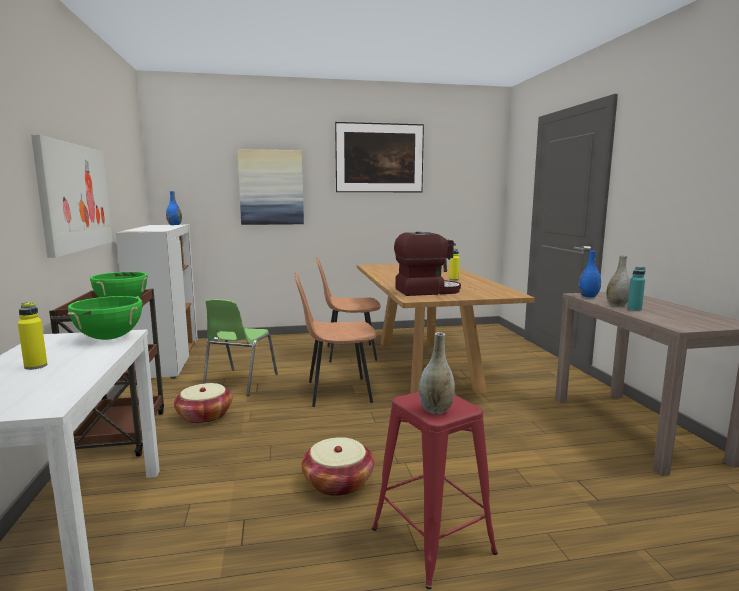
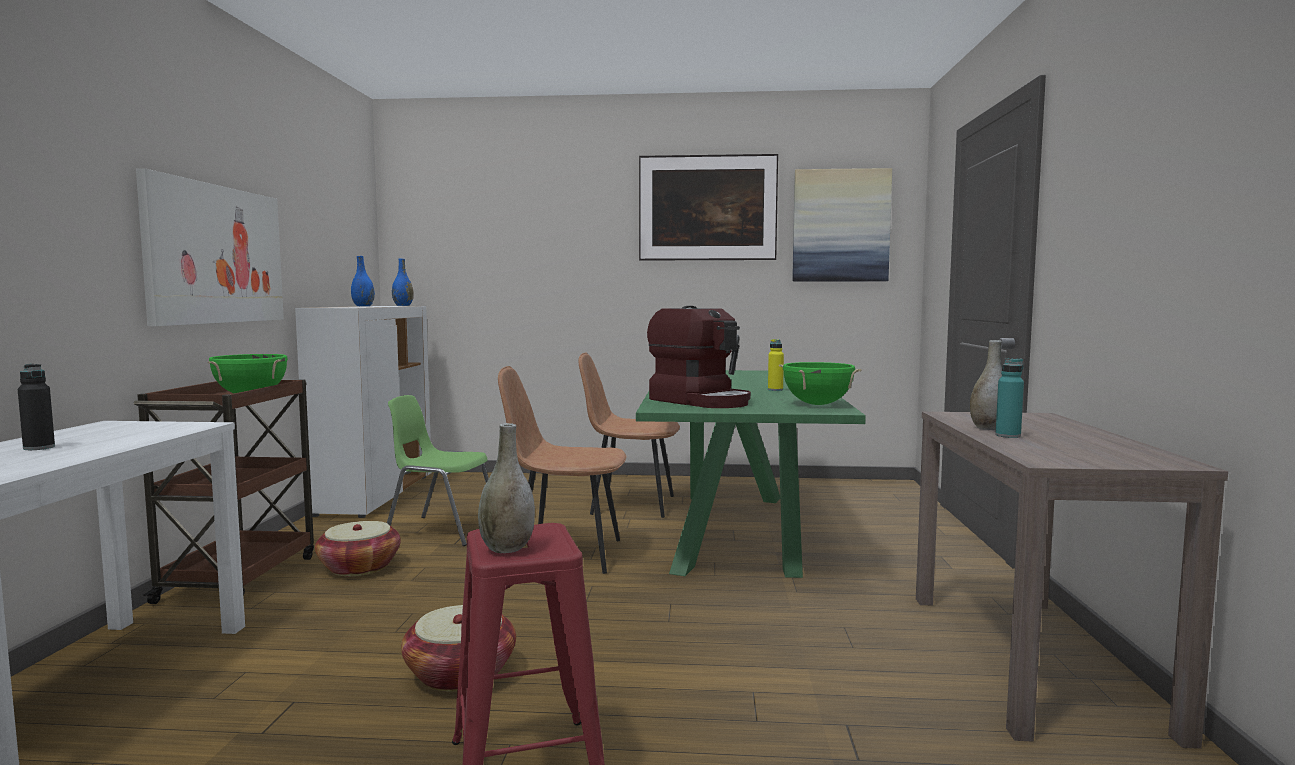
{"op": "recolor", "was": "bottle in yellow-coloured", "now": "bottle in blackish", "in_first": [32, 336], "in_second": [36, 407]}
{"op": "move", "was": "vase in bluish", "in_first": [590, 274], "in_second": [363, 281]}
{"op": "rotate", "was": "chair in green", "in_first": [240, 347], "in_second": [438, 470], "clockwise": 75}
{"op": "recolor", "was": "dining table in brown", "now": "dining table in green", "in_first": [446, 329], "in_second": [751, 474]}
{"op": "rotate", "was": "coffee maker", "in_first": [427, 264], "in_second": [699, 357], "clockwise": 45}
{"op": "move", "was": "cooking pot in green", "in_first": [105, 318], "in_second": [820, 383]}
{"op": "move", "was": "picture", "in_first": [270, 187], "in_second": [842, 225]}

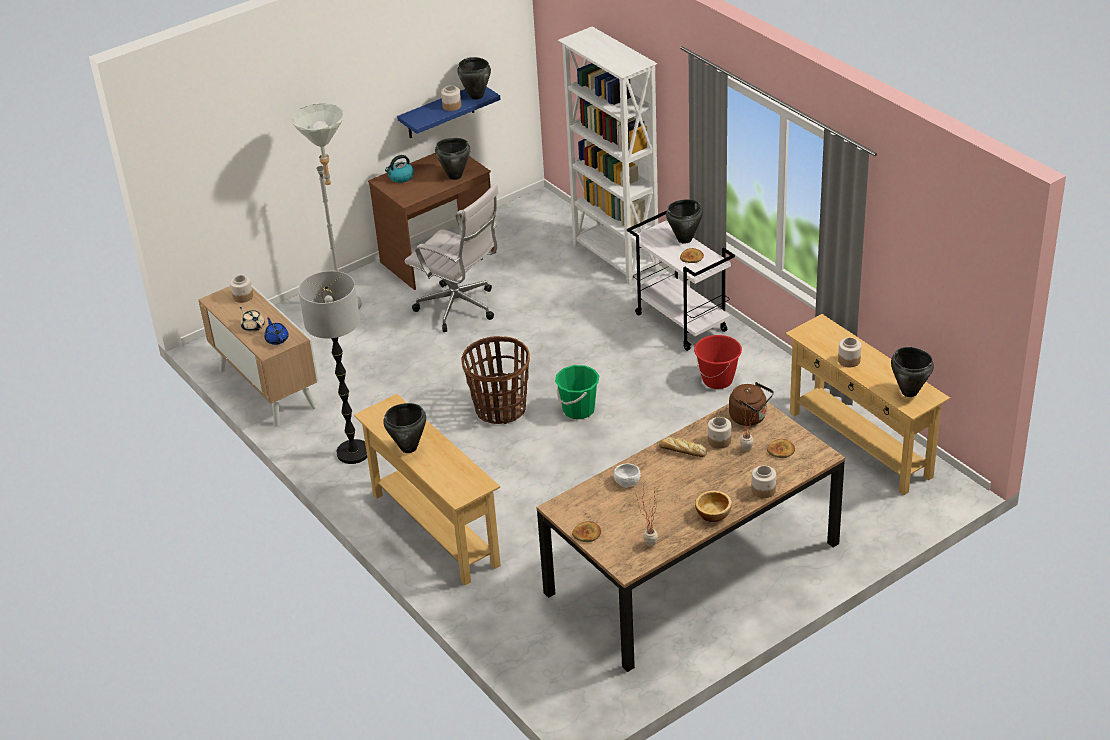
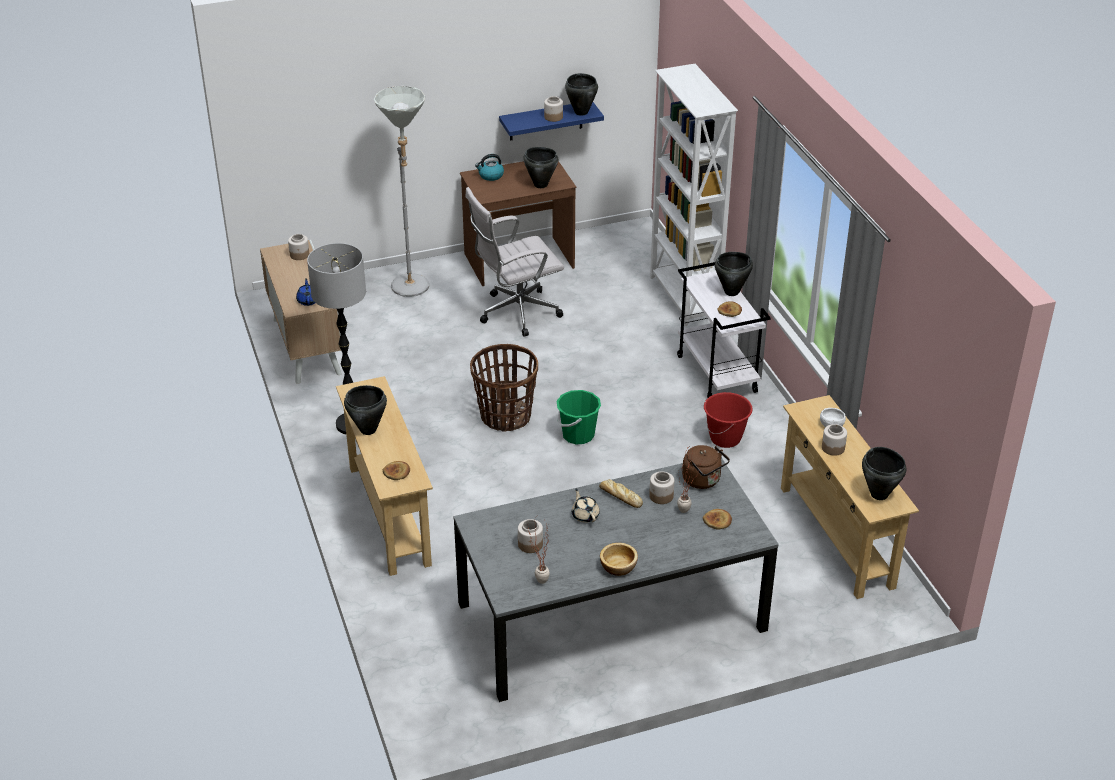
{"op": "move", "was": "bakery bread", "in_first": [586, 531], "in_second": [396, 470]}
{"op": "recolor", "was": "dining table in brown", "now": "dining table in greyish", "in_first": [690, 537], "in_second": [616, 580]}
{"op": "rotate", "was": "computer chair in white", "in_first": [451, 257], "in_second": [514, 261], "clockwise": 105}
{"op": "move", "was": "storage jar", "in_first": [763, 481], "in_second": [530, 536]}
{"op": "move", "was": "teapot in sand-coloured", "in_first": [252, 319], "in_second": [586, 506]}
{"op": "move", "was": "bowl in white", "in_first": [627, 475], "in_second": [833, 417]}

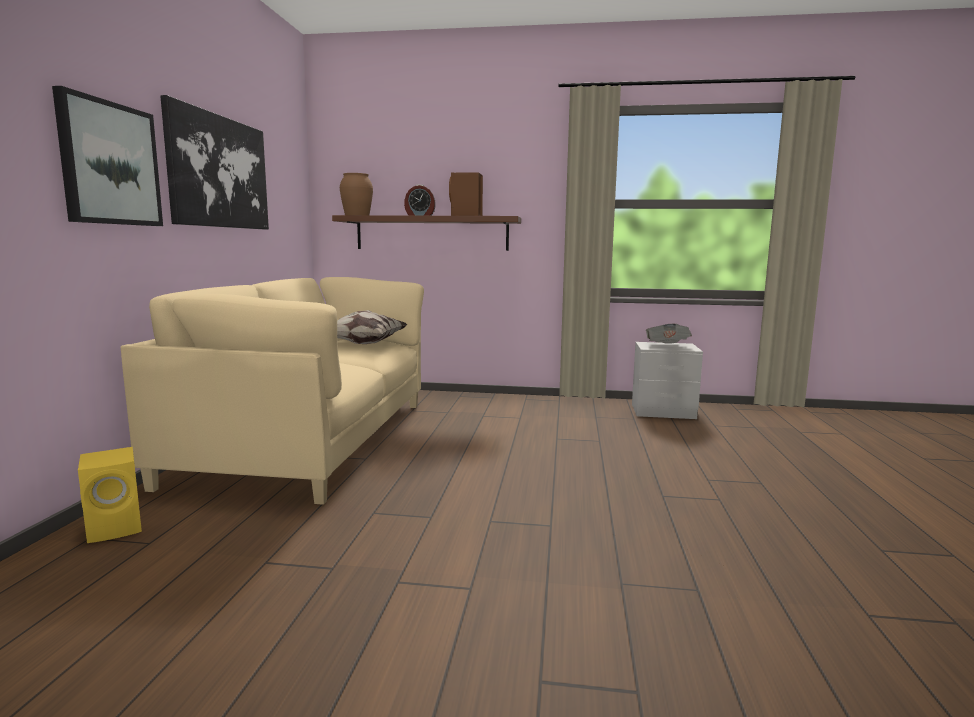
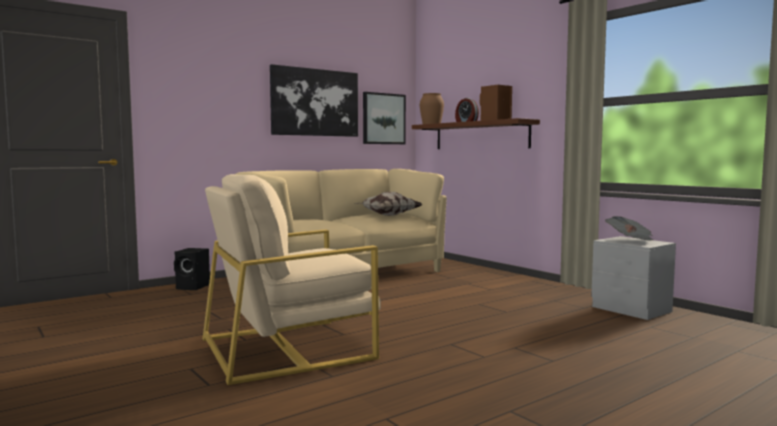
{"op": "recolor", "was": "speaker in yellow-coloured", "now": "speaker in blackish", "in_first": [110, 495], "in_second": [192, 269]}
{"op": "insert", "now": "armchair in sand-coloured", "in_second": [291, 279]}
{"op": "move", "was": "picture", "in_first": [107, 156], "in_second": [384, 118]}

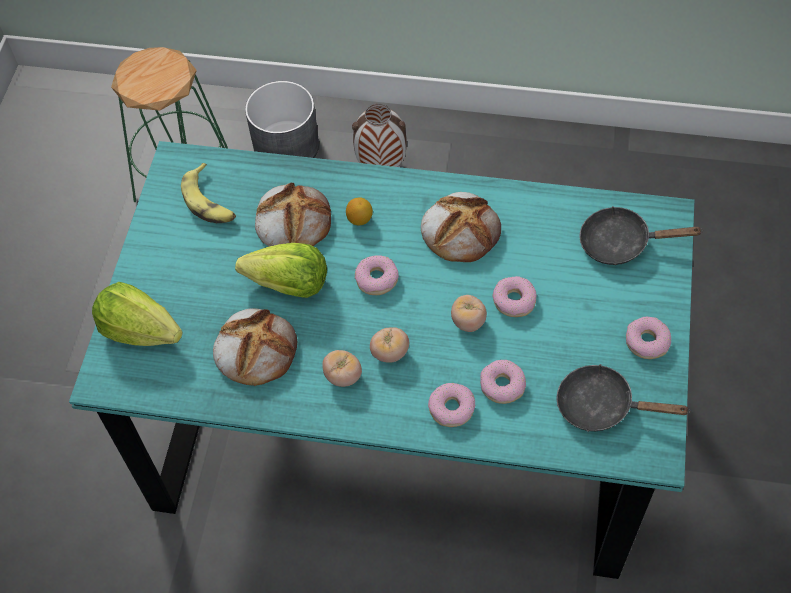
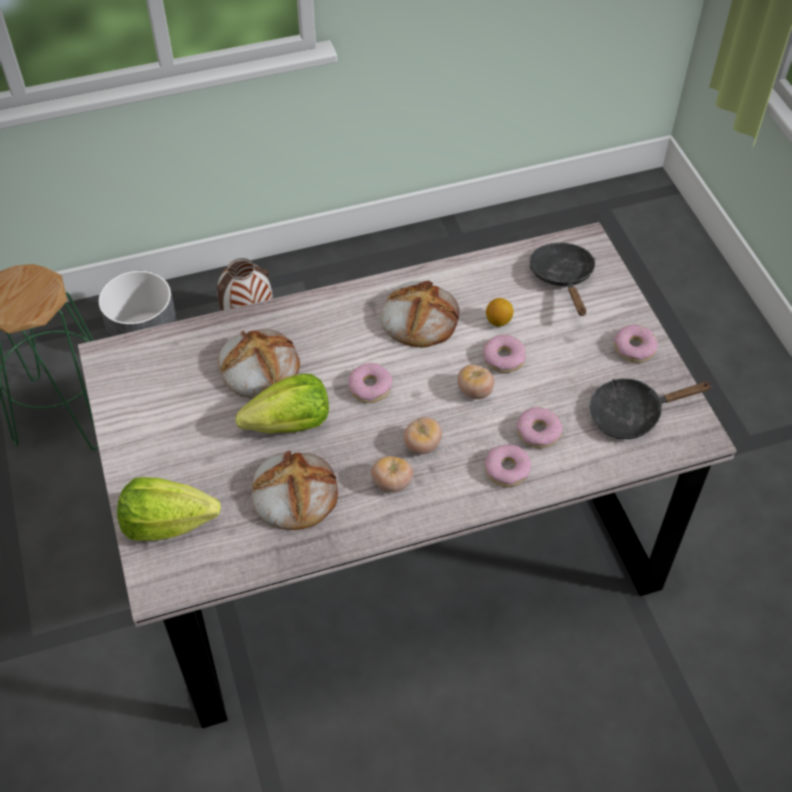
{"op": "recolor", "was": "dining table in blue-green", "now": "dining table in greyish", "in_first": [382, 360], "in_second": [407, 475]}
{"op": "move", "was": "whole lemon", "in_first": [359, 211], "in_second": [499, 312]}
{"op": "rotate", "was": "frying pan in blackish", "in_first": [641, 235], "in_second": [562, 279], "clockwise": 105}
{"op": "delete", "was": "banana fruit", "in_first": [208, 193]}

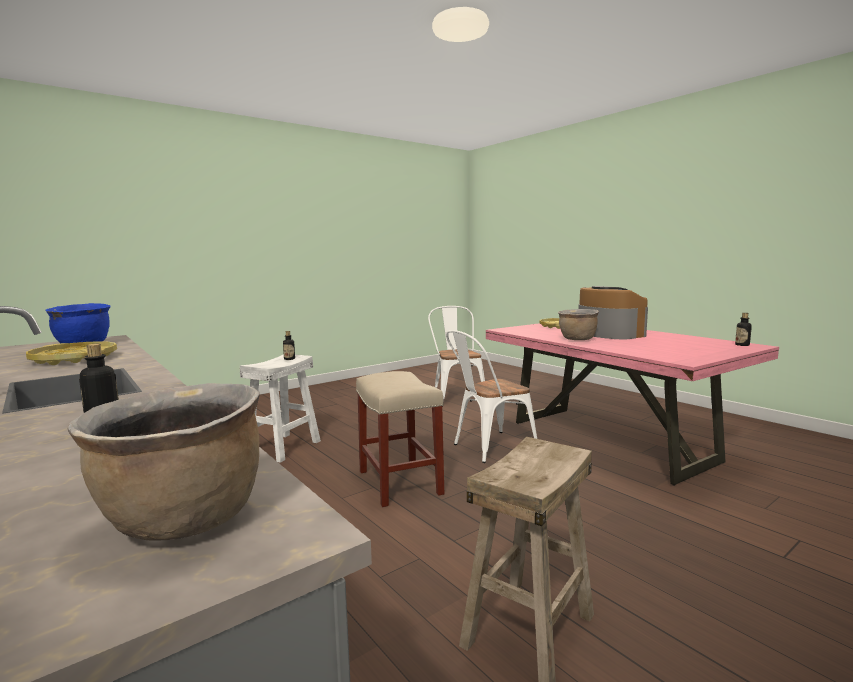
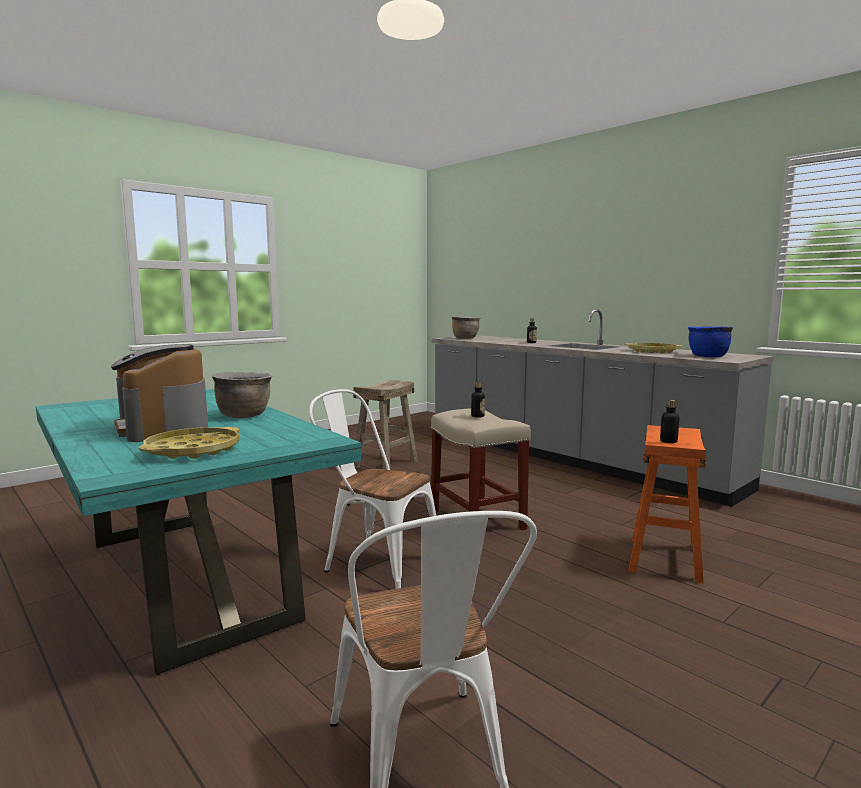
{"op": "recolor", "was": "dining table in pink-coloured", "now": "dining table in blue-green", "in_first": [632, 404], "in_second": [198, 532]}
{"op": "rotate", "was": "chair in white", "in_first": [491, 396], "in_second": [372, 489], "clockwise": -120}
{"op": "move", "was": "bottle", "in_first": [743, 329], "in_second": [478, 400]}
{"op": "recolor", "was": "stool seat in white", "now": "stool seat in orangey", "in_first": [280, 408], "in_second": [667, 504]}

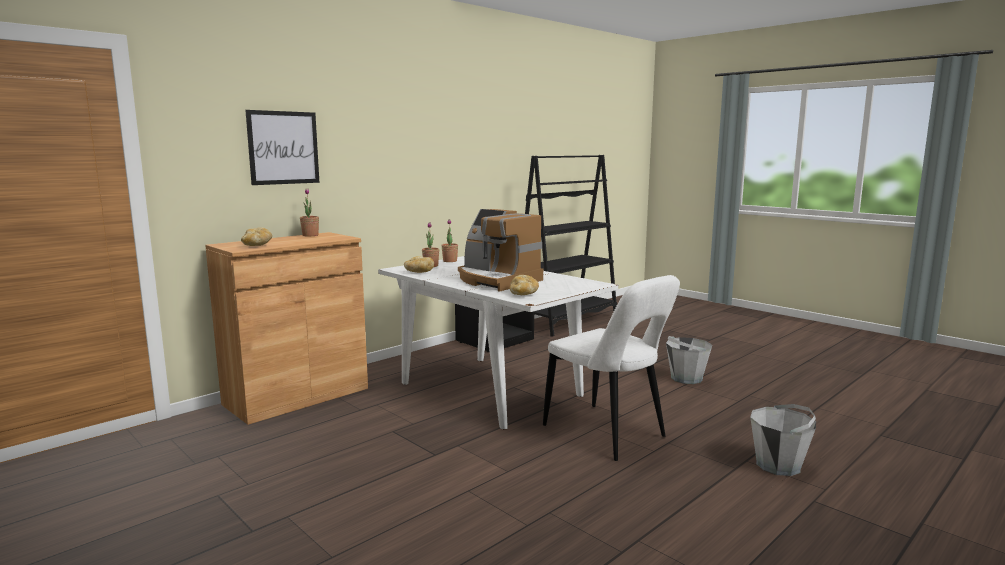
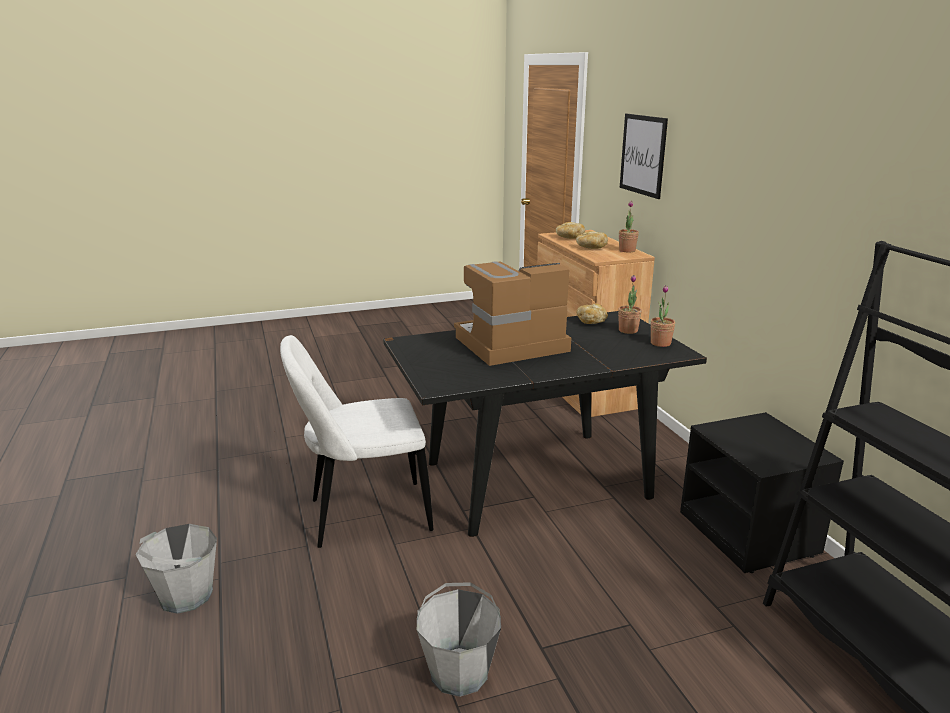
{"op": "recolor", "was": "dining table in white", "now": "dining table in blackish", "in_first": [498, 343], "in_second": [545, 424]}
{"op": "move", "was": "bakery bread", "in_first": [524, 285], "in_second": [592, 240]}

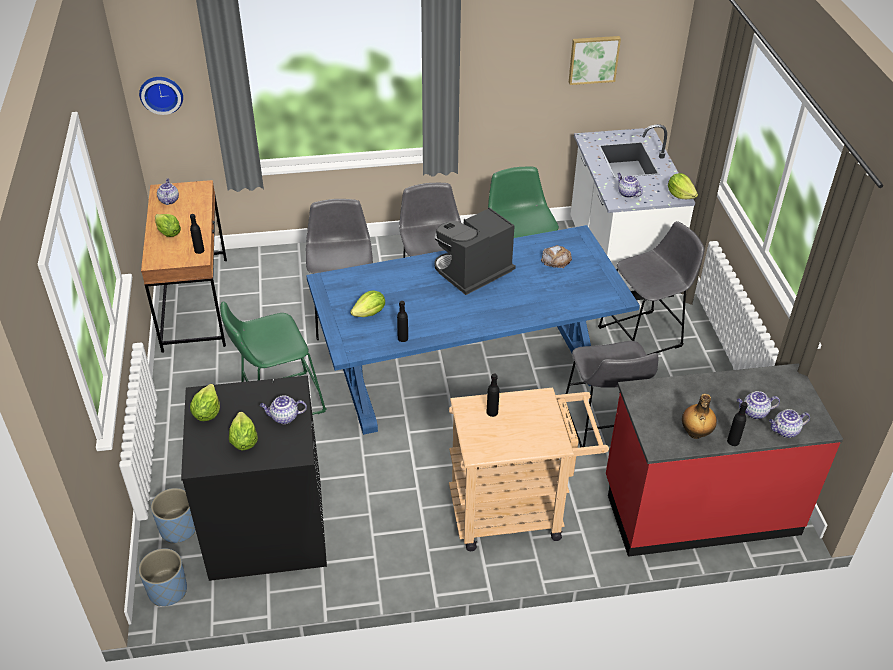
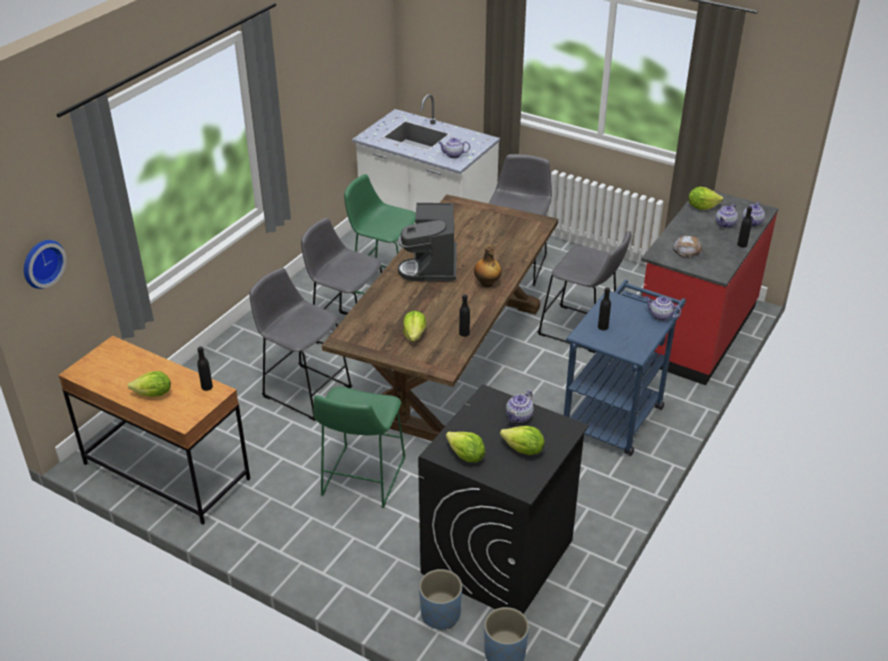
{"op": "recolor", "was": "dining table in bluish", "now": "dining table in brown", "in_first": [473, 330], "in_second": [440, 317]}
{"op": "move", "was": "bottle", "in_first": [699, 416], "in_second": [488, 266]}
{"op": "recolor", "was": "wheeled cart in sand-coloured", "now": "wheeled cart in bluish", "in_first": [529, 469], "in_second": [625, 368]}
{"op": "move", "was": "teapot", "in_first": [168, 192], "in_second": [663, 308]}
{"op": "move", "was": "bakery bread", "in_first": [556, 256], "in_second": [688, 247]}
{"op": "move", "was": "head of lettuce", "in_first": [683, 186], "in_second": [705, 198]}
{"op": "delete", "was": "picture", "in_first": [595, 60]}

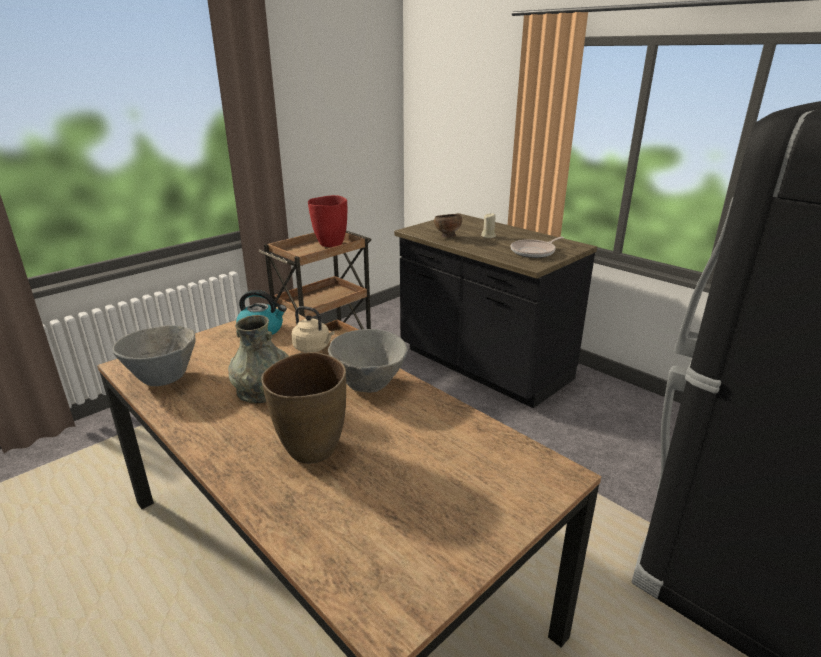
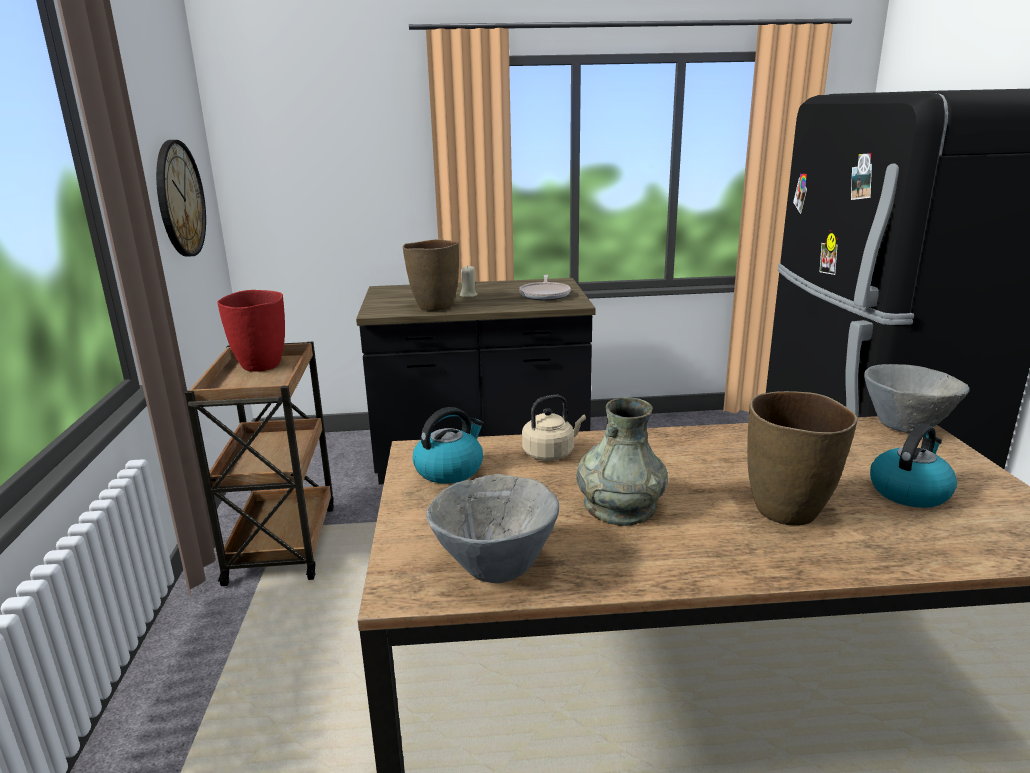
{"op": "insert", "now": "clock on the wall", "in_second": [181, 198]}
{"op": "replace", "was": "bowl in brown", "now": "vase in brown", "in_first": [448, 226], "in_second": [431, 275]}
{"op": "move", "was": "bowl in greyish", "in_first": [368, 361], "in_second": [917, 399]}
{"op": "insert", "now": "kettle", "in_second": [913, 466]}

